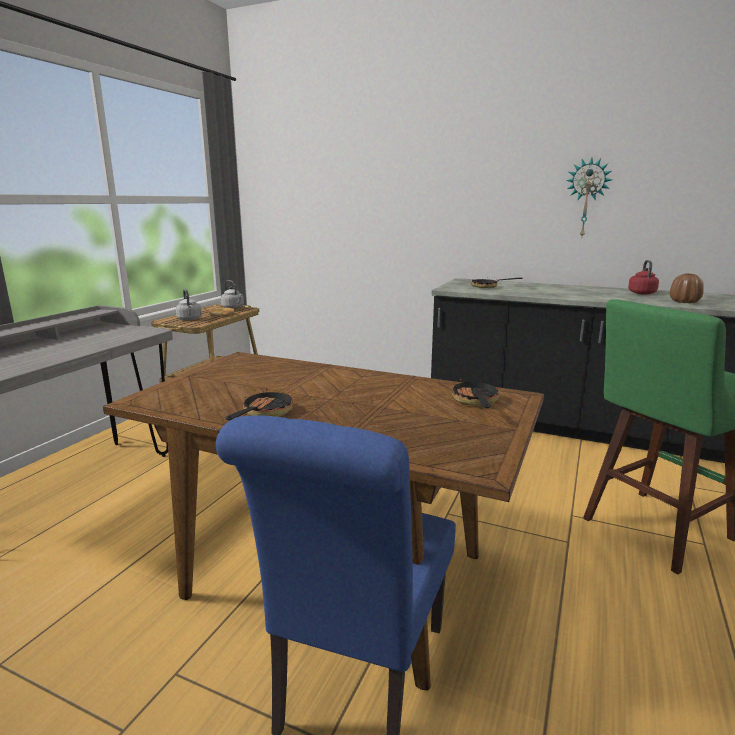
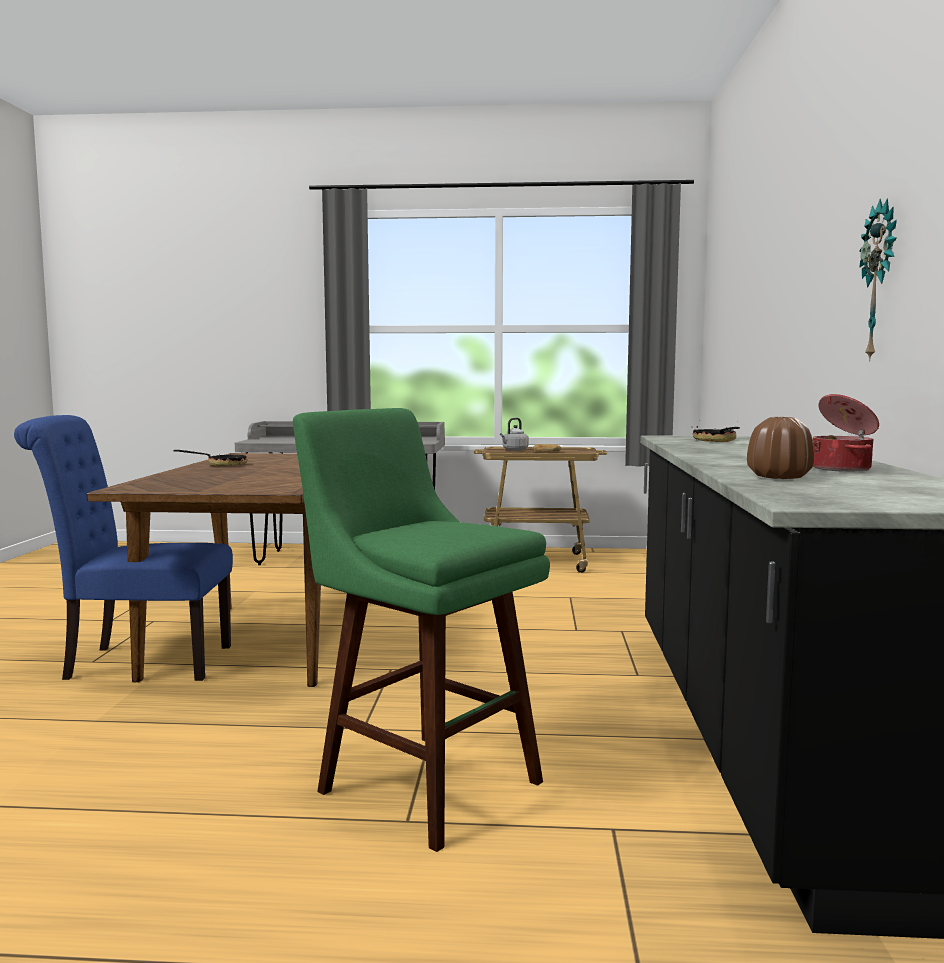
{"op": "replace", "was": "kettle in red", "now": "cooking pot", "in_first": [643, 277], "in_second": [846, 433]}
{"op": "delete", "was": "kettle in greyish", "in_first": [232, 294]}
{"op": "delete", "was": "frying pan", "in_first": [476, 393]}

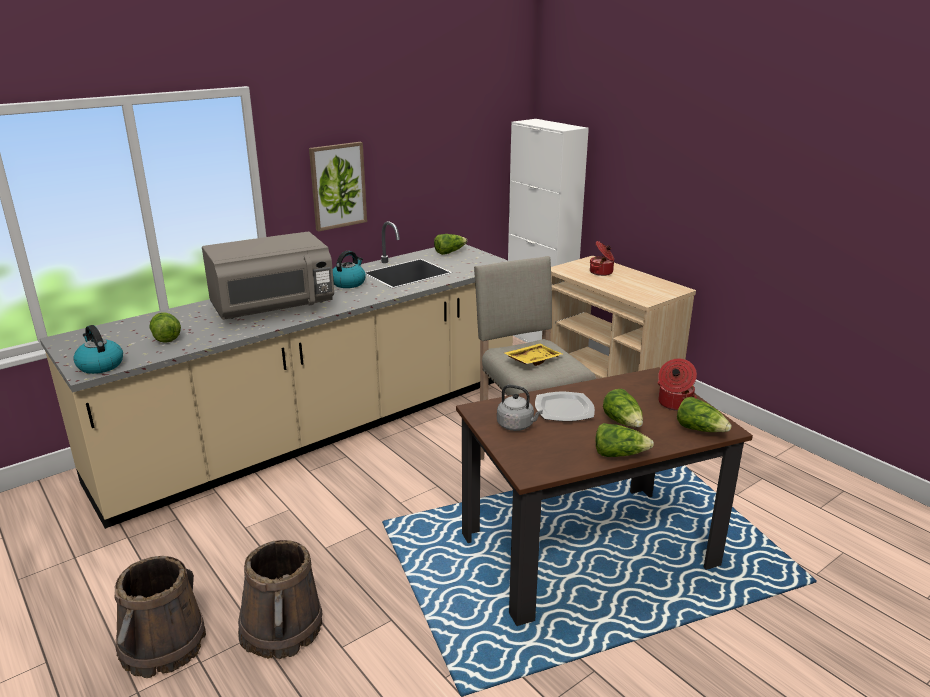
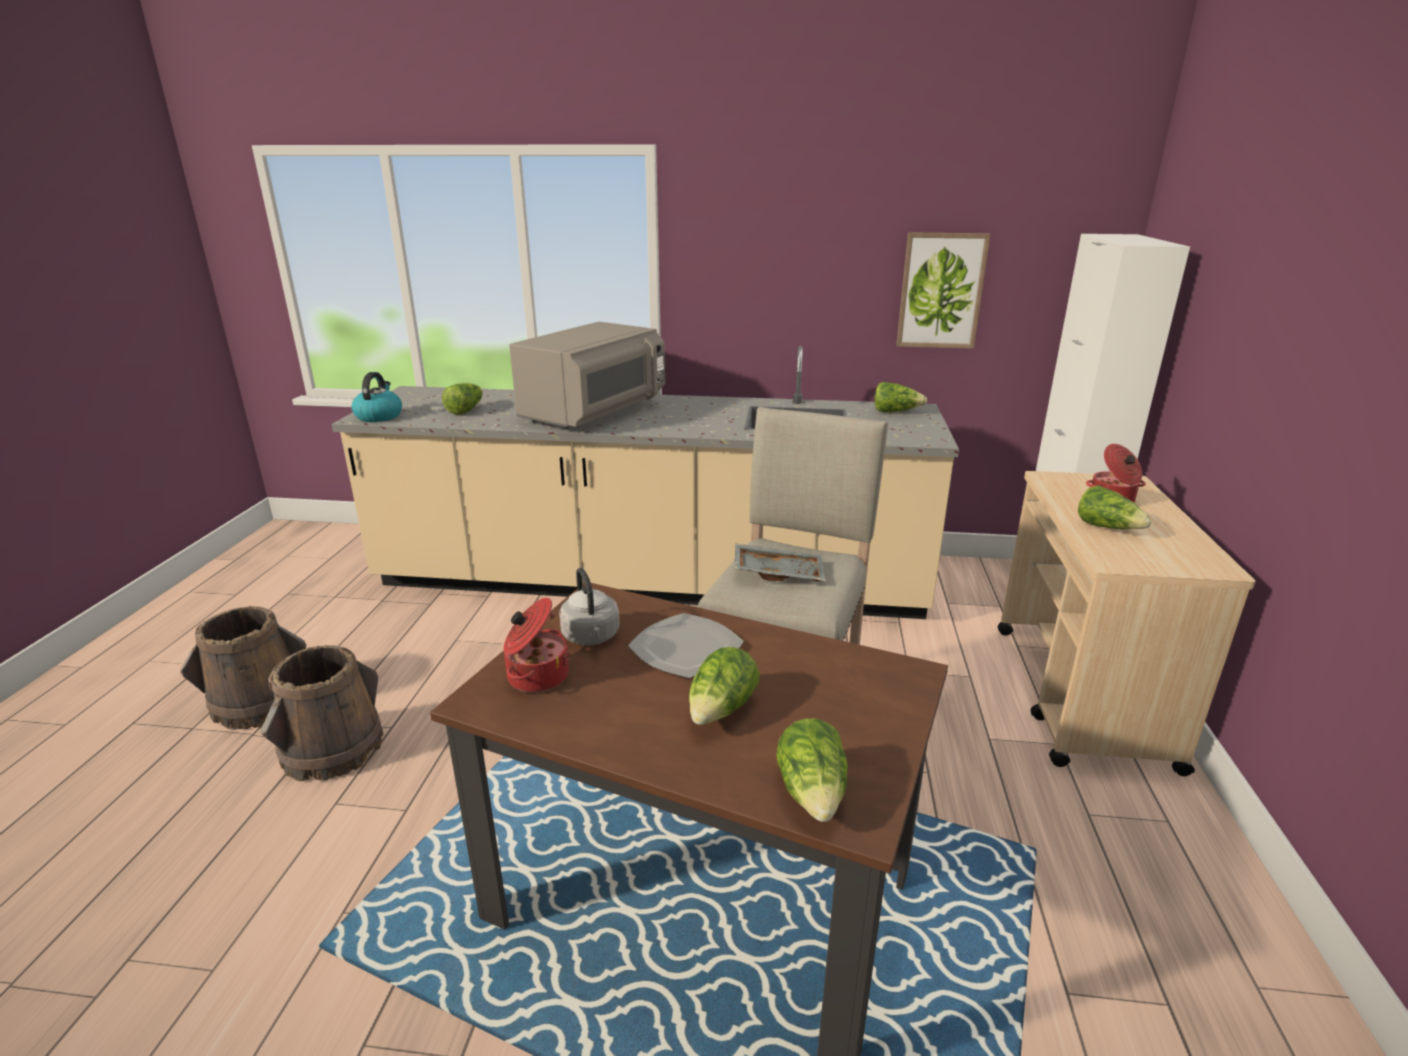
{"op": "move", "was": "cooking pot", "in_first": [677, 384], "in_second": [537, 645]}
{"op": "rotate", "was": "microwave oven in greyish", "in_first": [268, 276], "in_second": [587, 375], "clockwise": -75}
{"op": "recolor", "was": "serving tray in yellow-coloured", "now": "serving tray in greyish", "in_first": [533, 355], "in_second": [780, 562]}
{"op": "move", "was": "picture", "in_first": [338, 187], "in_second": [943, 290]}
{"op": "move", "was": "head of lettuce", "in_first": [624, 440], "in_second": [1114, 507]}
{"op": "delete", "was": "kettle", "in_first": [349, 269]}

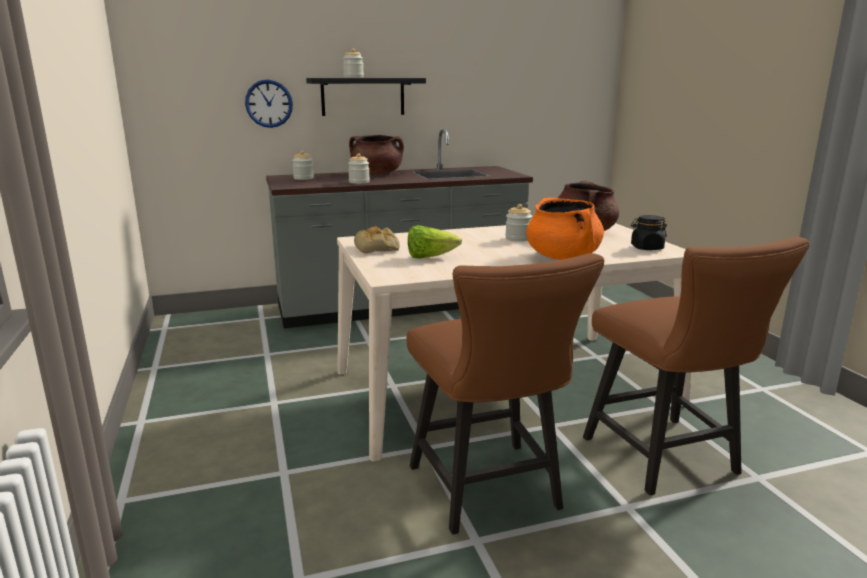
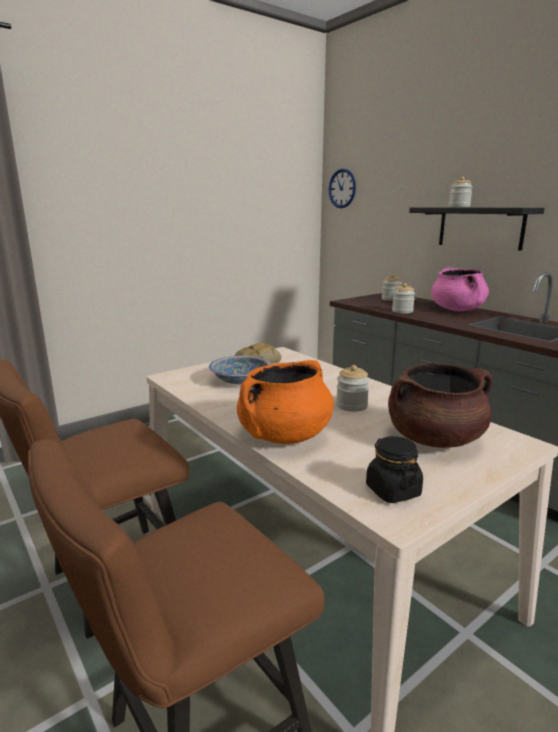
{"op": "replace", "was": "head of lettuce", "now": "bowl", "in_first": [435, 242], "in_second": [240, 370]}
{"op": "move", "was": "clock on the wall", "in_first": [269, 103], "in_second": [342, 188]}
{"op": "recolor", "was": "cooking pot in brown", "now": "cooking pot in pink-coloured", "in_first": [376, 155], "in_second": [460, 289]}

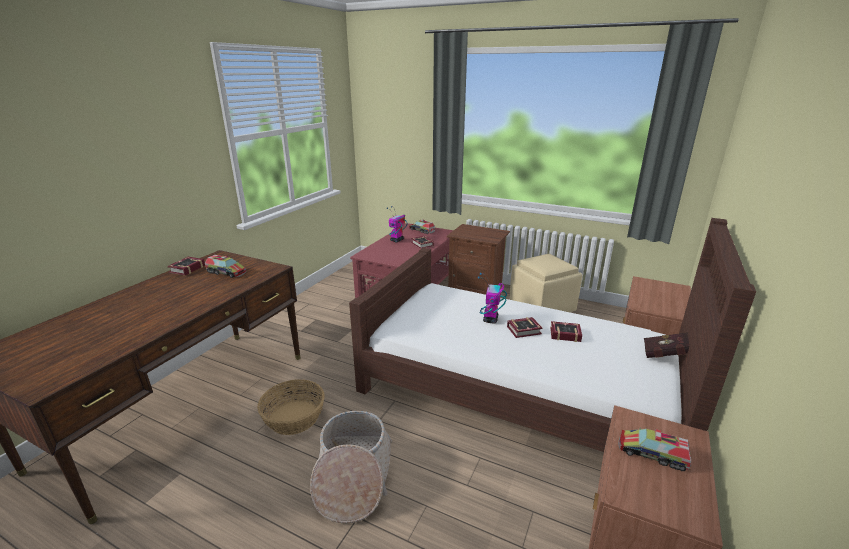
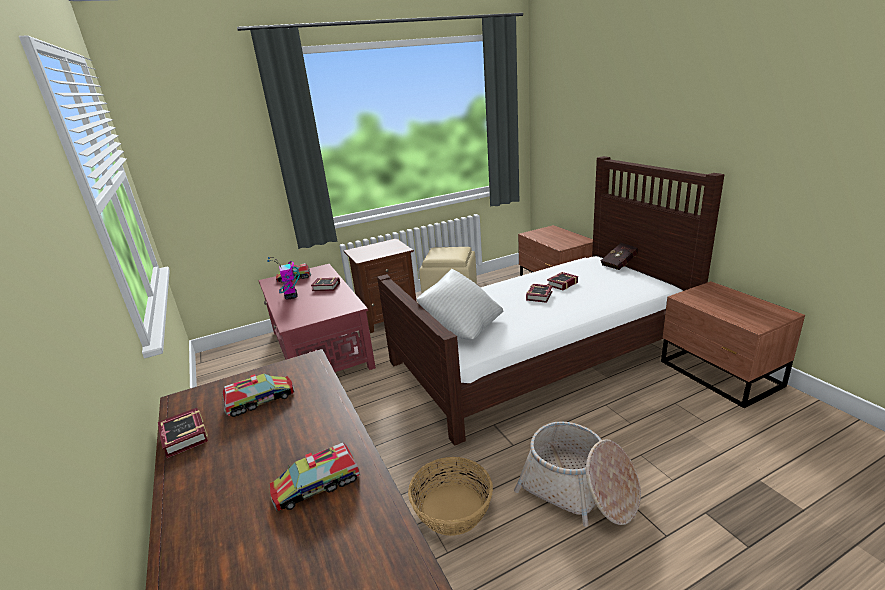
{"op": "move", "was": "toy lorry", "in_first": [654, 449], "in_second": [315, 477]}
{"op": "insert", "now": "pillow in white", "in_second": [460, 304]}
{"op": "delete", "was": "robot figure", "in_first": [492, 298]}

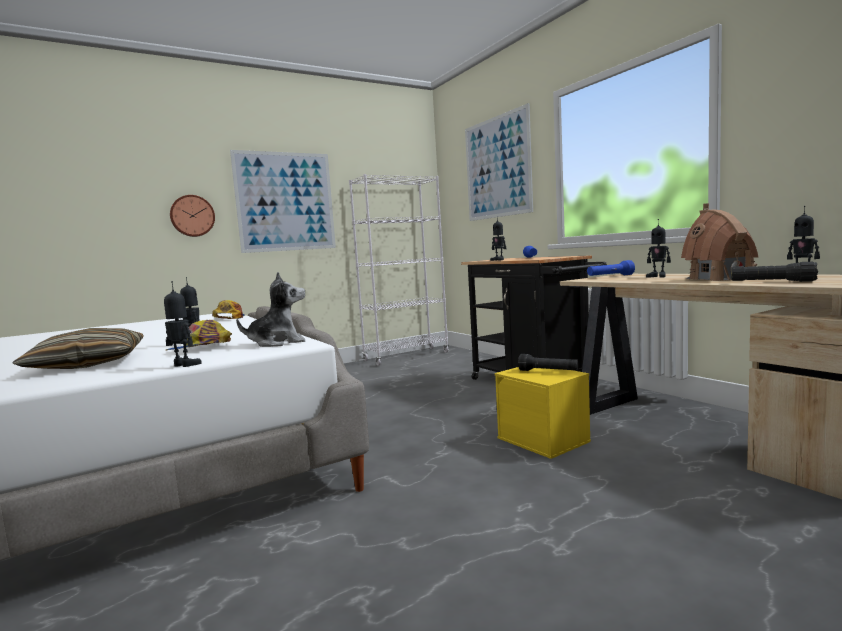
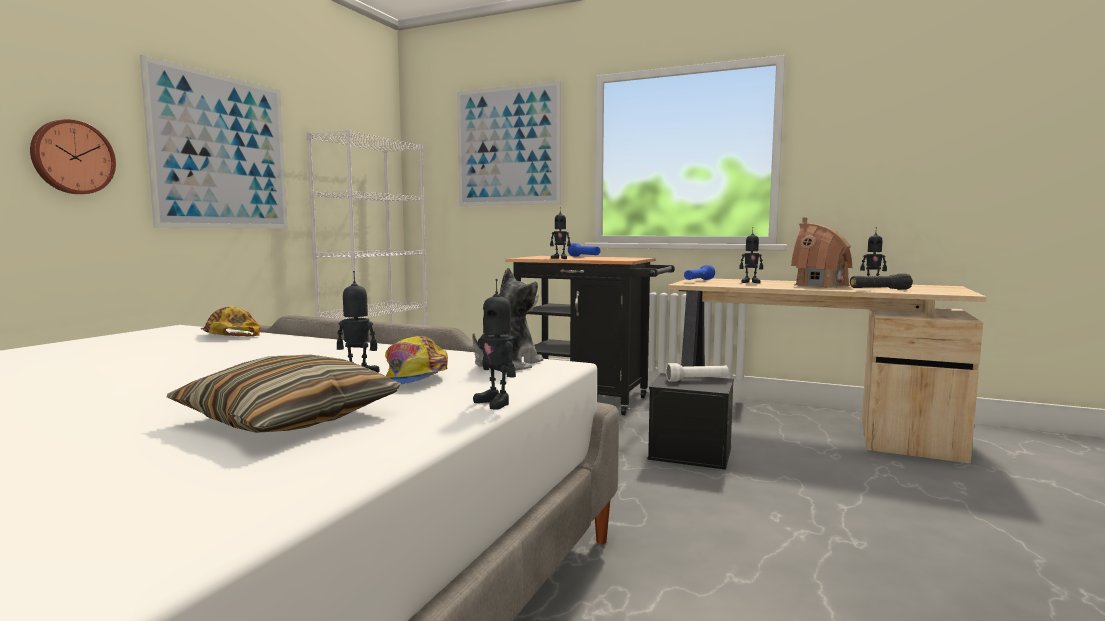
{"op": "rotate", "was": "robot figure", "in_first": [183, 324], "in_second": [494, 344], "clockwise": -120}
{"op": "recolor", "was": "storage bin in yellow-coloured", "now": "storage bin in blackish", "in_first": [543, 413], "in_second": [690, 421]}
{"op": "recolor", "was": "flashlight in blackish", "now": "flashlight in white", "in_first": [548, 362], "in_second": [697, 372]}

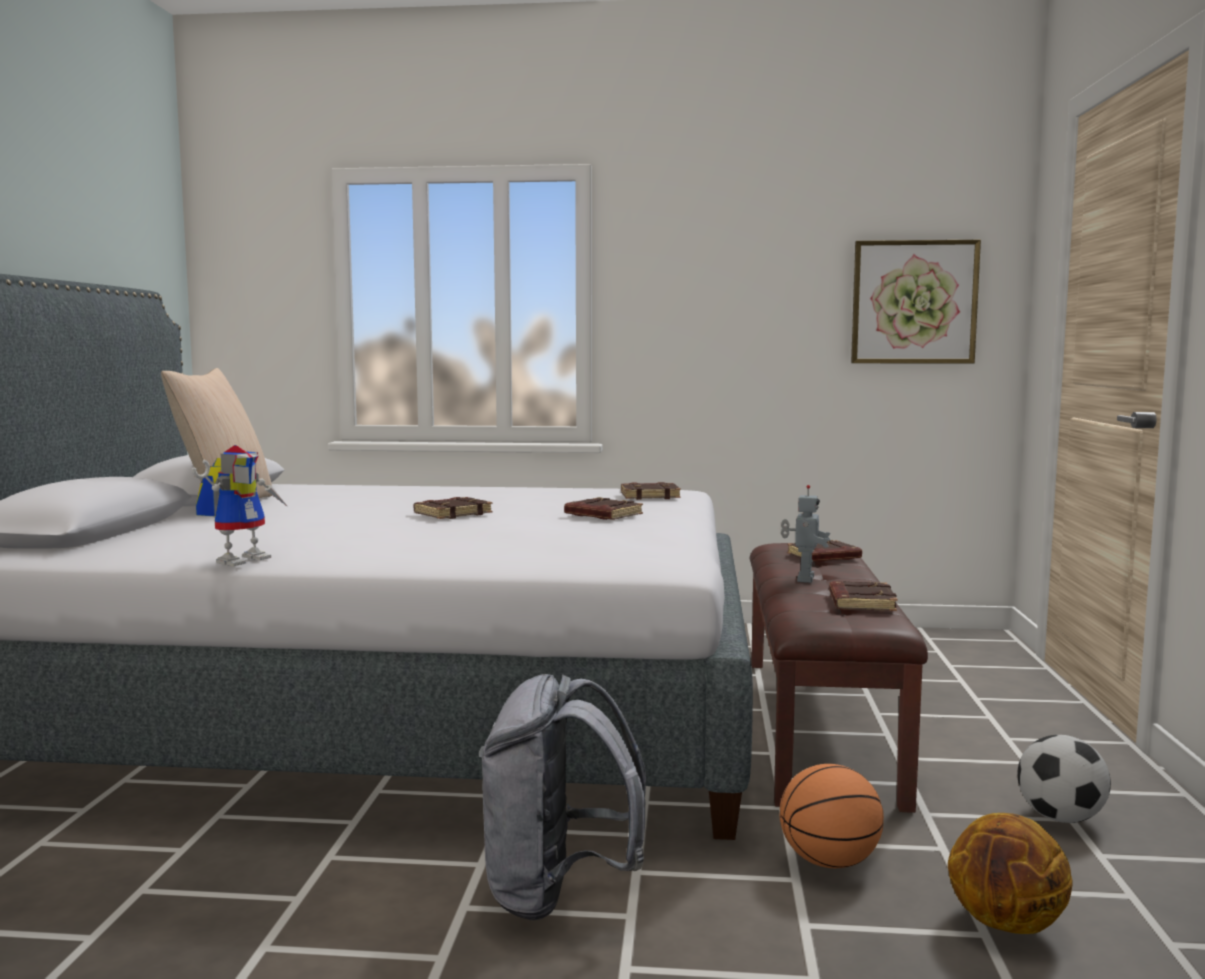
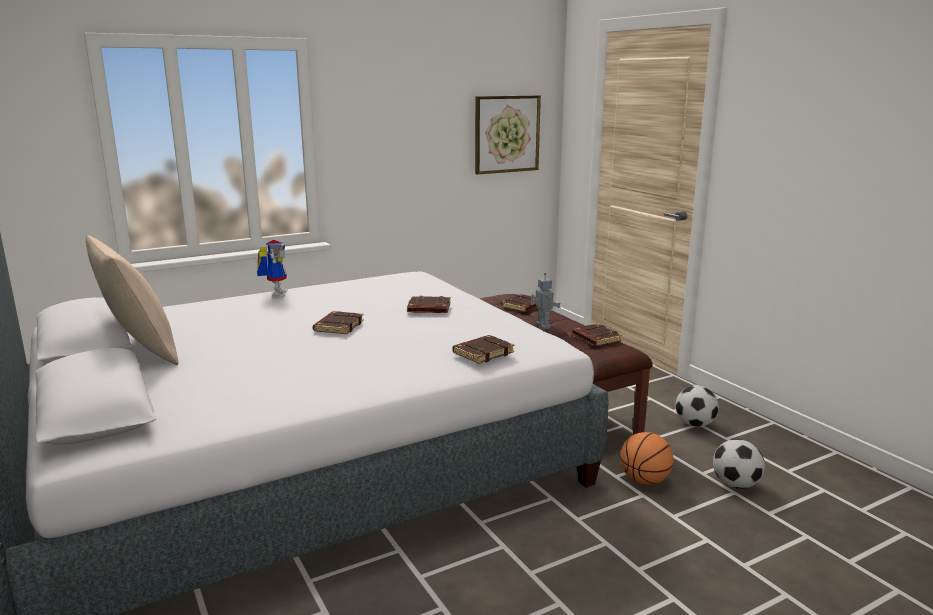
{"op": "move", "was": "robot figure", "in_first": [240, 505], "in_second": [272, 269]}
{"op": "move", "was": "book in brown", "in_first": [651, 491], "in_second": [484, 349]}
{"op": "replace", "was": "ball for basketball", "now": "football ball", "in_first": [1010, 873], "in_second": [739, 464]}
{"op": "delete", "was": "backpack in greyish", "in_first": [562, 797]}

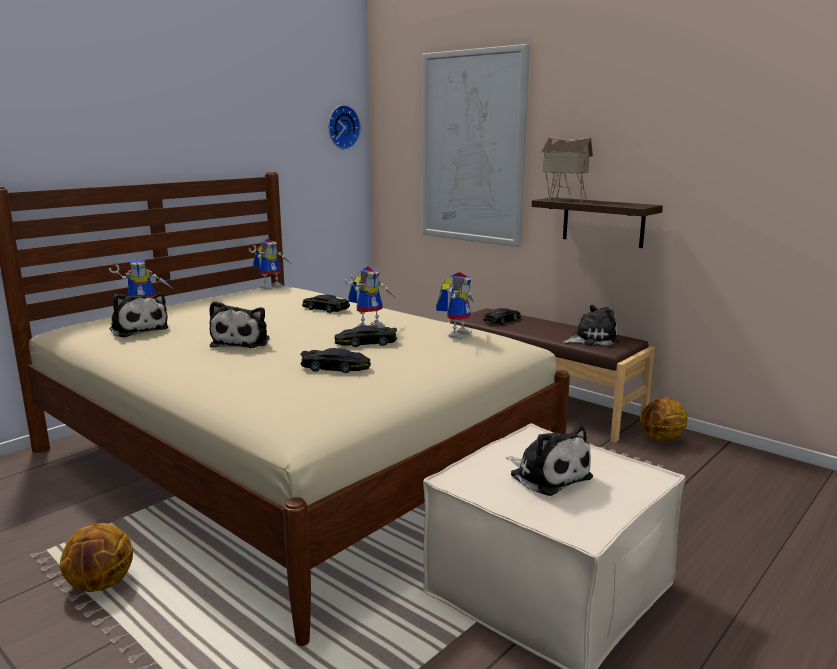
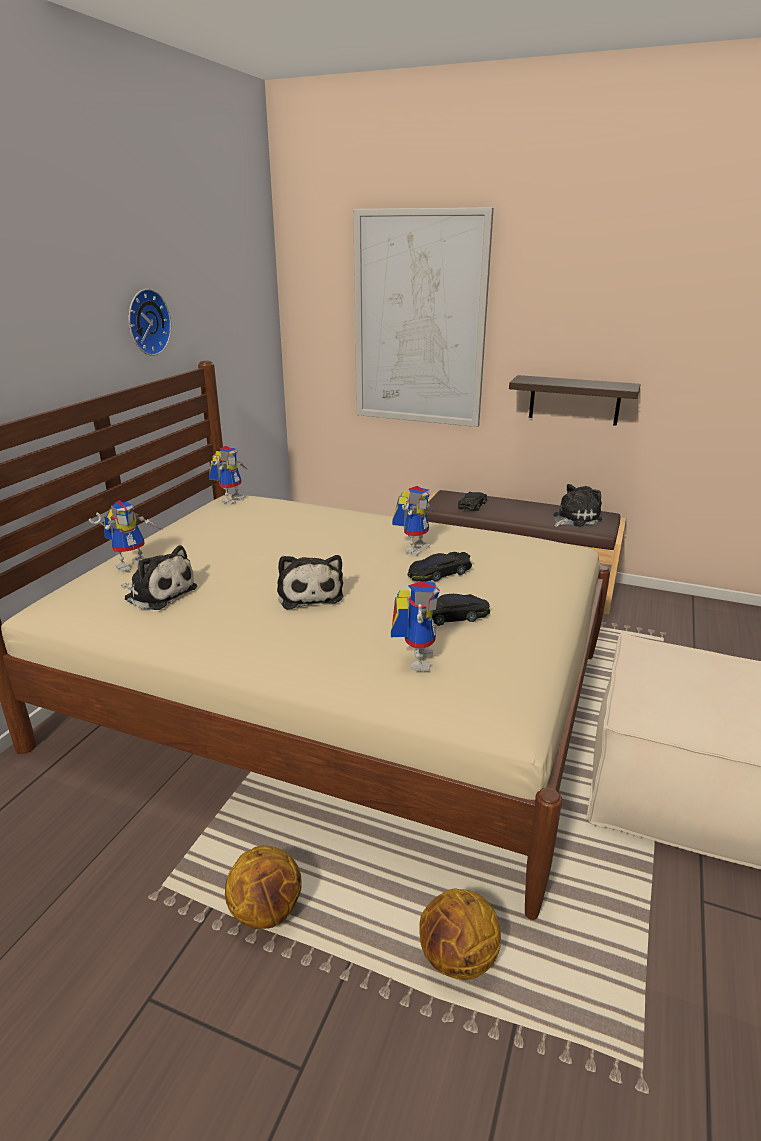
{"op": "move", "was": "clock on the wall", "in_first": [344, 127], "in_second": [150, 322]}
{"op": "move", "was": "robot figure", "in_first": [455, 305], "in_second": [415, 626]}
{"op": "move", "was": "ball for basketball", "in_first": [664, 419], "in_second": [460, 934]}
{"op": "delete", "was": "model car in blackish", "in_first": [326, 304]}
{"op": "delete", "was": "plush toy", "in_first": [549, 460]}
{"op": "delete", "was": "toy house", "in_first": [567, 169]}

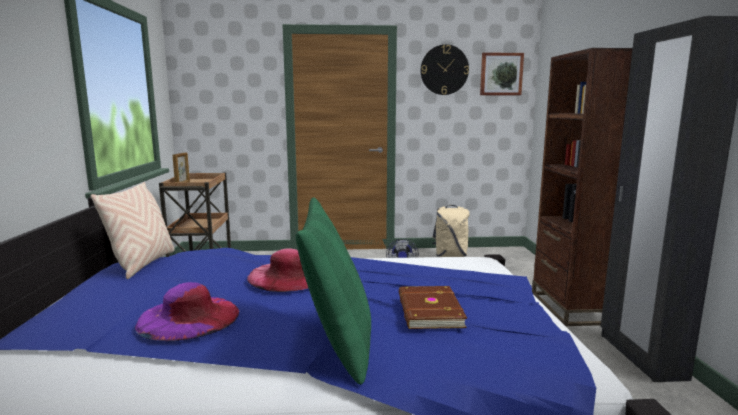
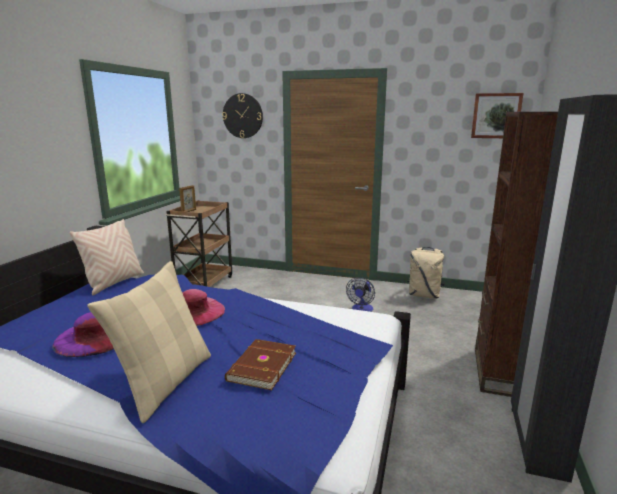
{"op": "recolor", "was": "pillow in green", "now": "pillow in sand-coloured", "in_first": [333, 291], "in_second": [149, 342]}
{"op": "move", "was": "clock on the wall", "in_first": [445, 69], "in_second": [242, 115]}

